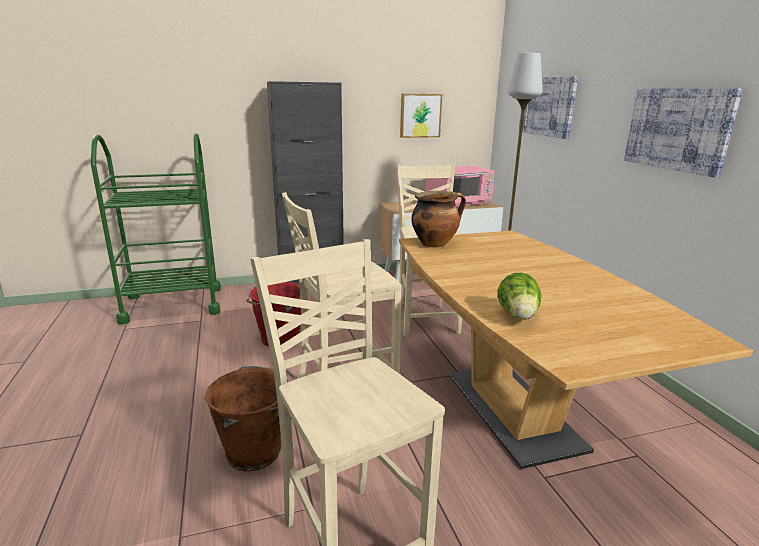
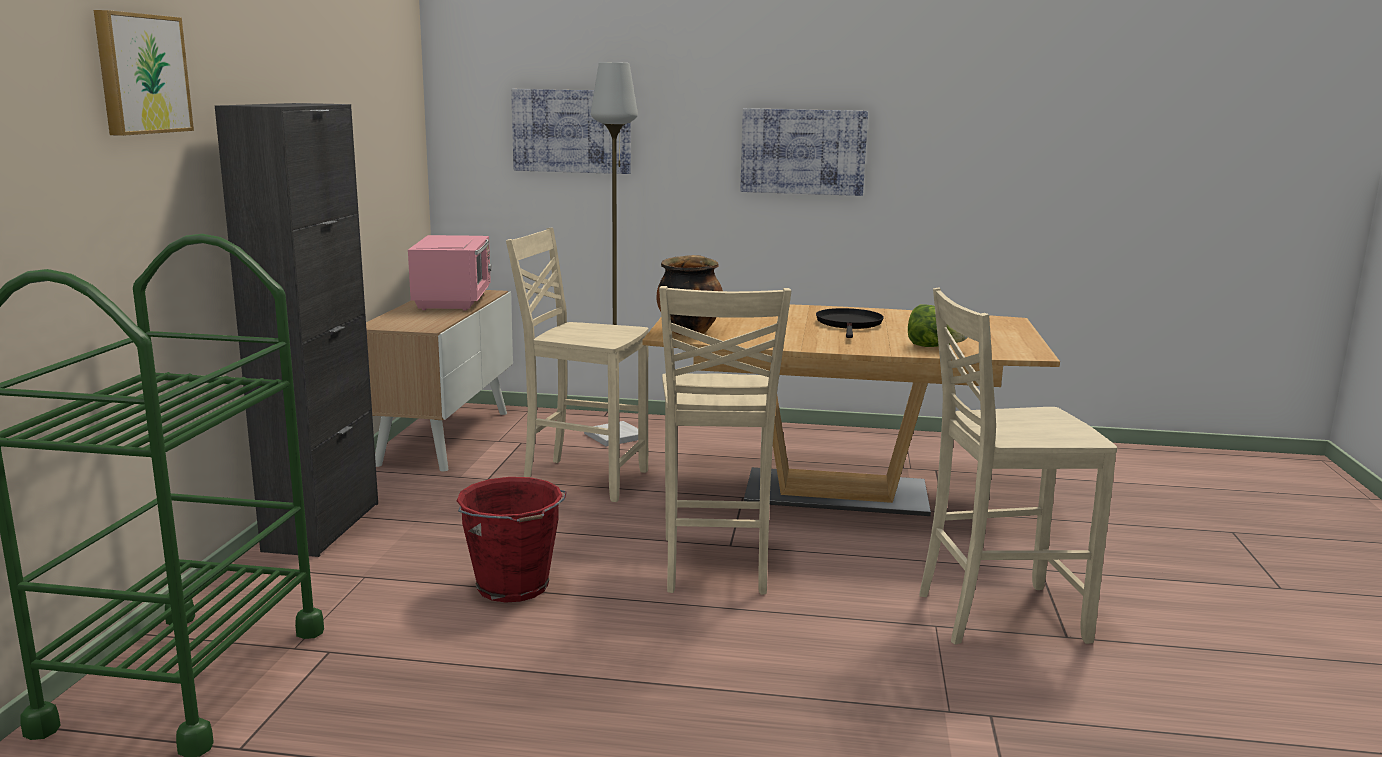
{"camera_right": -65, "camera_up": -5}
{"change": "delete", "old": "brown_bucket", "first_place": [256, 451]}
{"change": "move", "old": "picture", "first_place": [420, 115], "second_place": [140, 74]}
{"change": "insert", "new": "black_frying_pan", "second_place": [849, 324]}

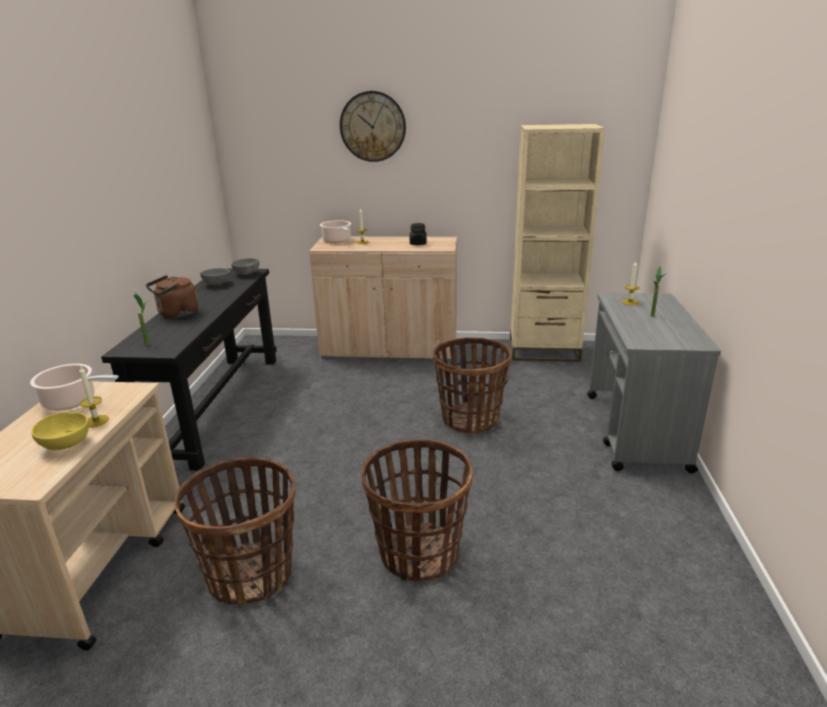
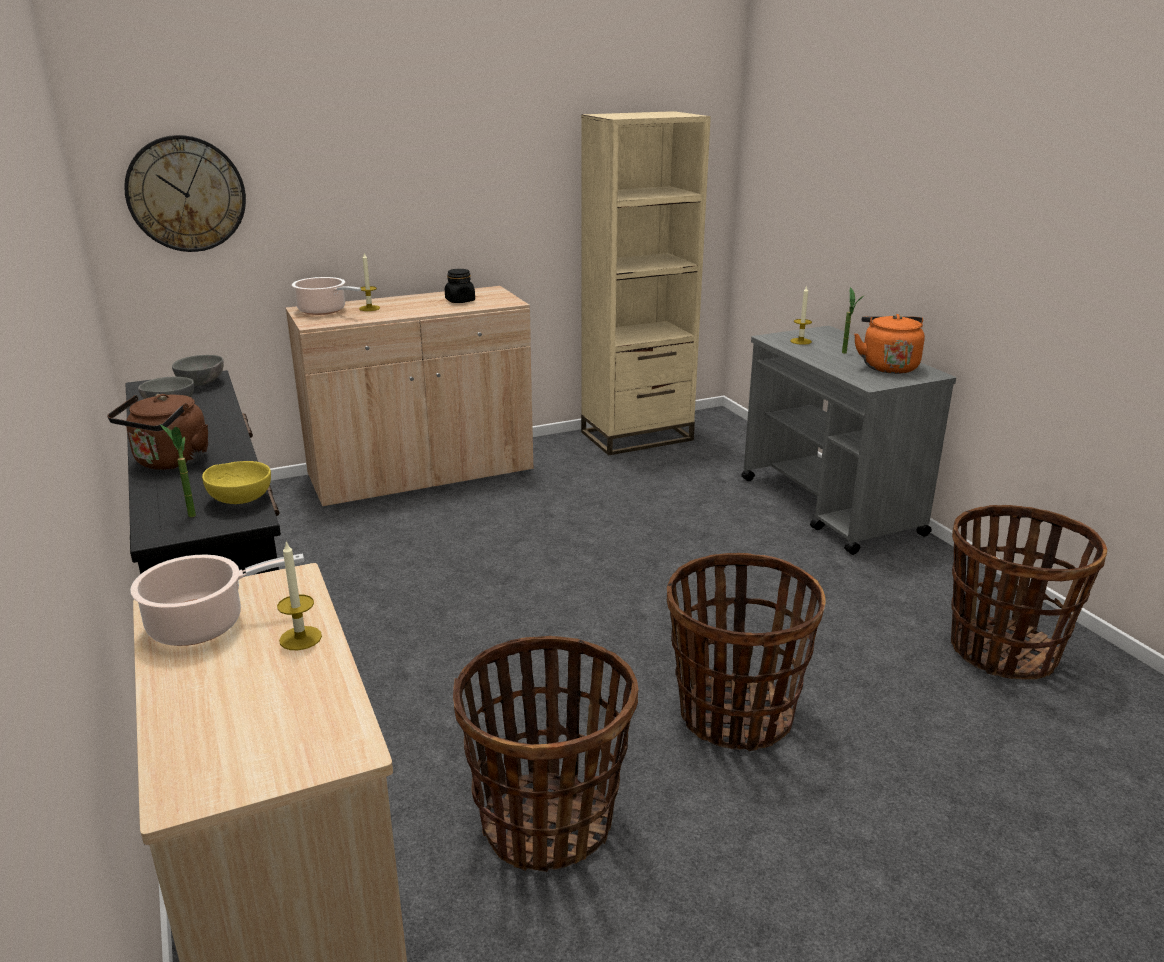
{"camera_right": -30, "camera_up": 0}
{"change": "move", "old": "yellow_bowl", "first_place": [66, 443], "second_place": [240, 499]}
{"change": "move", "old": "wall_clock", "first_place": [373, 126], "second_place": [186, 194]}
{"change": "move", "old": "basket", "first_place": [470, 419], "second_place": [1001, 651]}
{"change": "insert", "new": "orange_kettle", "second_place": [887, 366]}

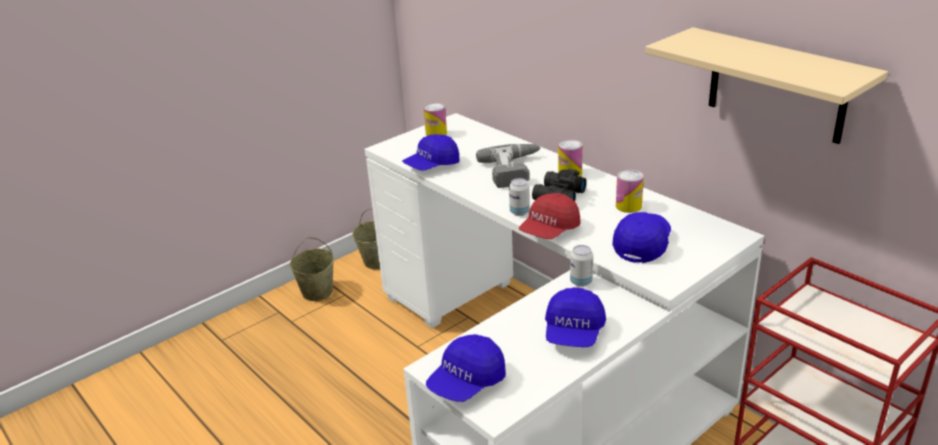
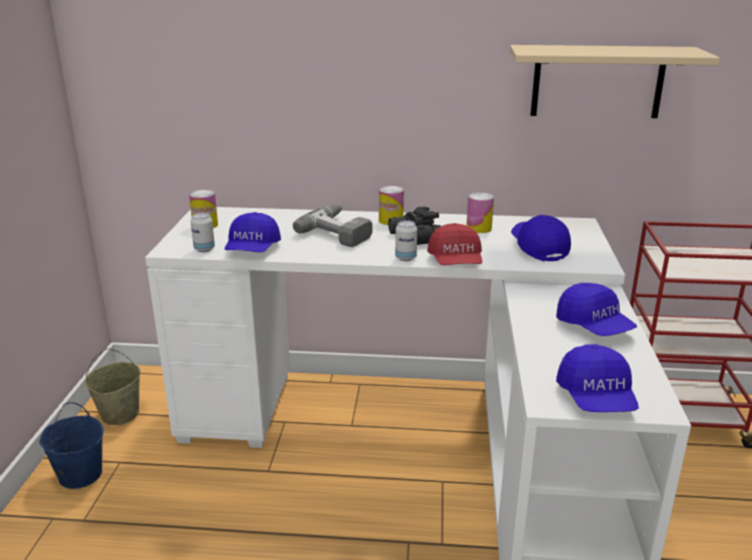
{"camera_right": -45, "camera_up": -5}
{"change": "recolor", "old": "beige_bucket", "new": "blue_bucket", "first_place": [317, 292], "second_place": [79, 474]}
{"change": "move", "old": "can", "first_place": [581, 282], "second_place": [204, 249]}

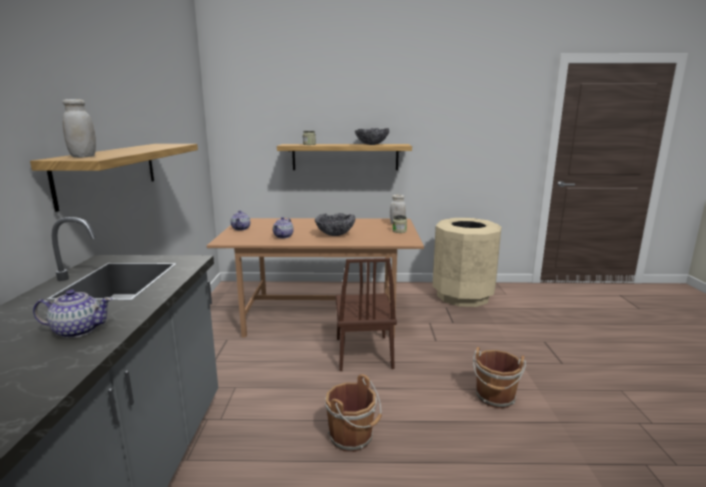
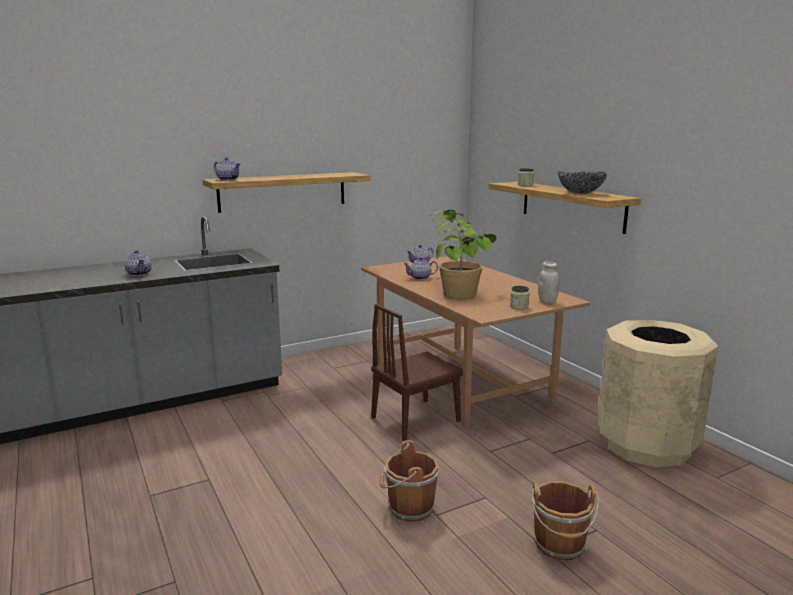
{"camera_right": 60, "camera_up": 0}
{"change": "replace", "old": "white_jar", "new": "teapot", "first_place": [83, 157], "second_place": [228, 179]}
{"change": "replace", "old": "bowl", "new": "potted_plant", "first_place": [335, 235], "second_place": [456, 289]}
{"change": "move", "old": "brown_bucket", "first_place": [353, 437], "second_place": [560, 546]}

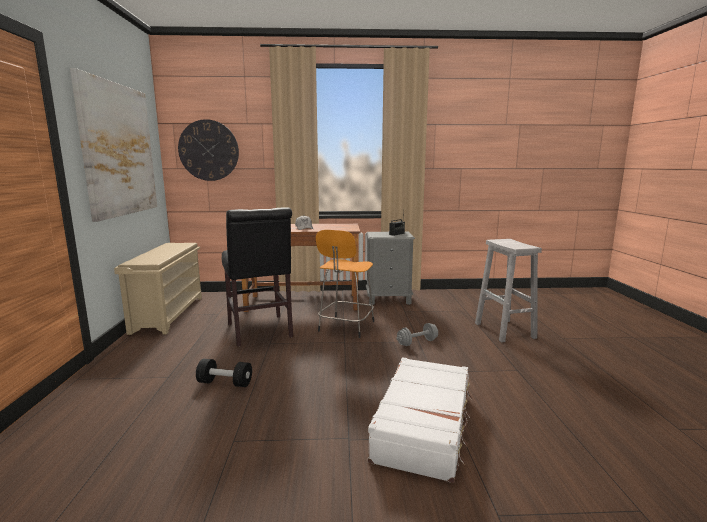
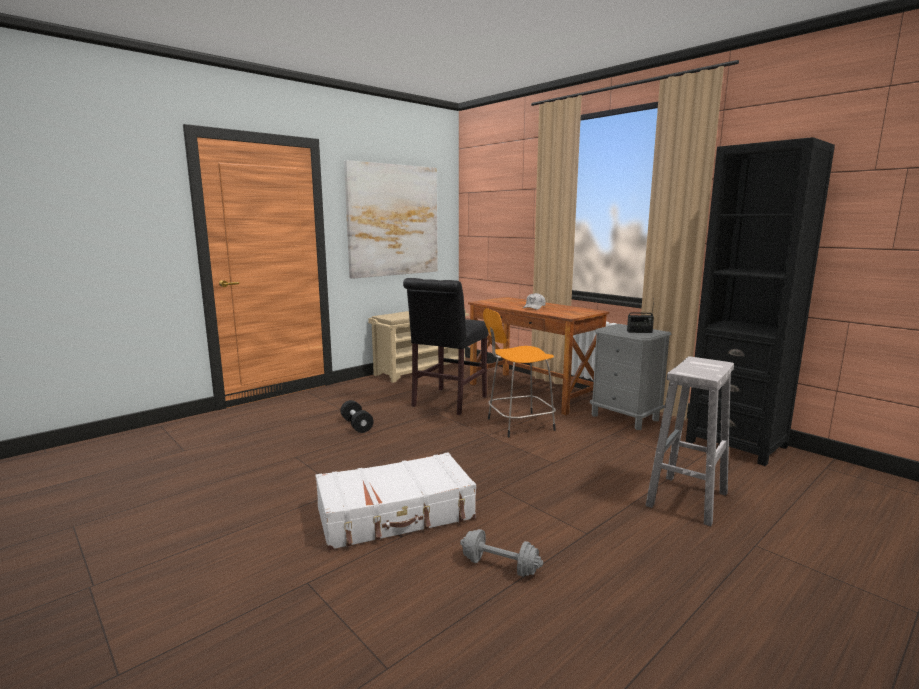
{"camera_right": 50, "camera_up": 0}
{"change": "delete", "old": "wall_clock", "first_place": [208, 150]}
{"change": "move", "old": "grey_dumbbell", "first_place": [417, 342], "second_place": [500, 566]}
{"change": "insert", "new": "black_bookcase", "second_place": [736, 444]}

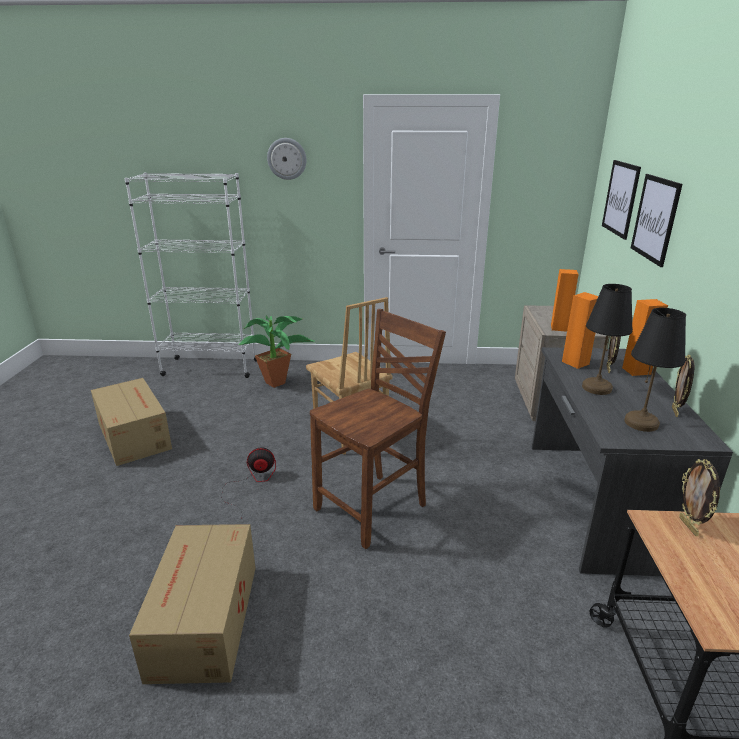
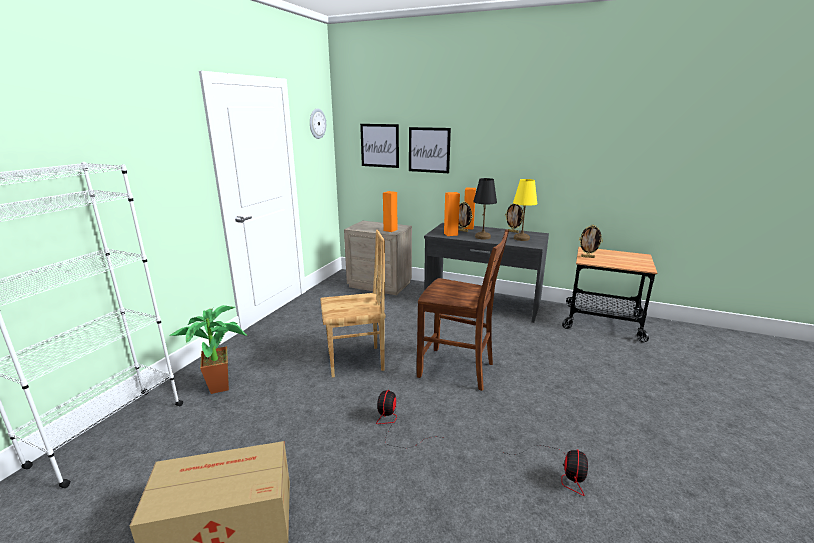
{"camera_right": -70, "camera_up": -5}
{"change": "replace", "old": "cardboard_box", "new": "fan", "first_place": [203, 621], "second_place": [560, 471]}
{"change": "move", "old": "wall_clock", "first_place": [287, 159], "second_place": [317, 123]}
{"change": "rotate", "old": "brown_chair", "first_place": [374, 508], "second_place": [457, 370], "degrees": 135}
{"change": "recolor", "old": "black_table_lamp", "new": "yellow_table_lamp", "first_place": [642, 423], "second_place": [521, 238]}

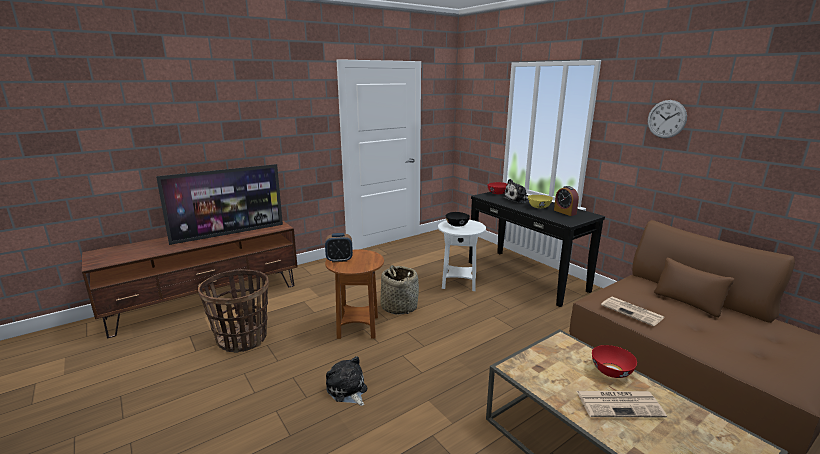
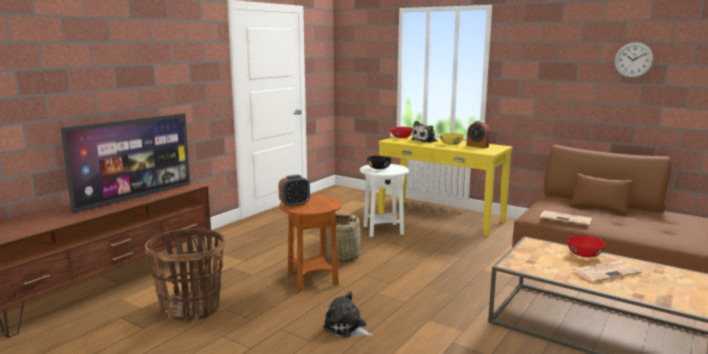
{"camera_right": -20, "camera_up": -5}
{"change": "recolor", "old": "black_console_table", "new": "yellow_console_table", "first_place": [526, 276], "second_place": [440, 217]}
{"change": "move", "old": "wall_clock", "first_place": [666, 119], "second_place": [633, 60]}

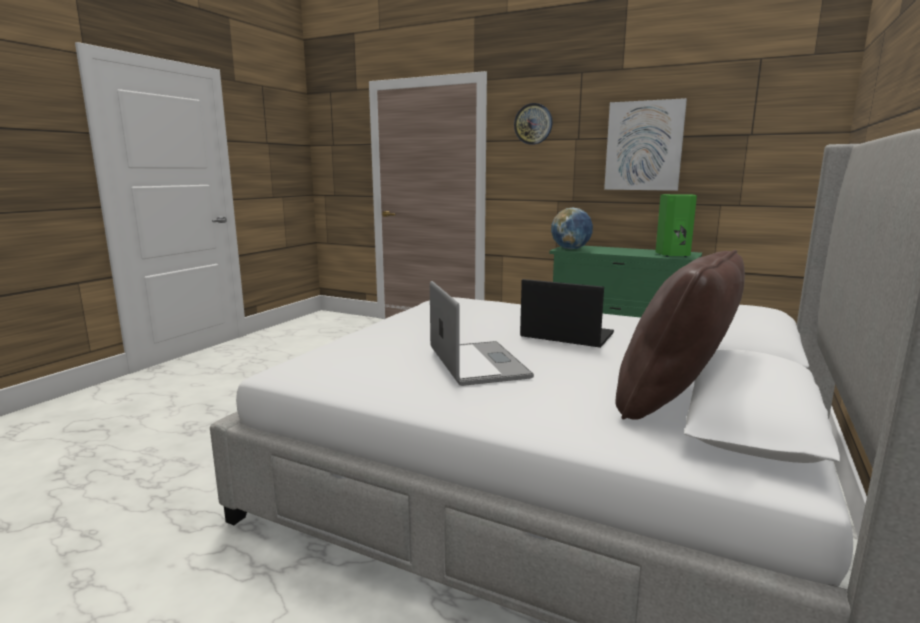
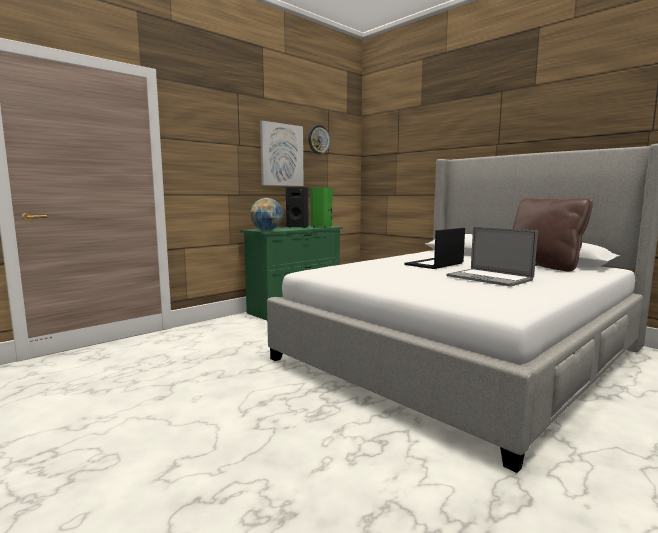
{"camera_right": -70, "camera_up": -5}
{"change": "rotate", "old": "laptop", "first_place": [478, 363], "second_place": [489, 278], "degrees": -135}
{"change": "move", "old": "wall_clock", "first_place": [533, 124], "second_place": [318, 140]}
{"change": "insert", "new": "black_speaker", "second_place": [298, 227]}

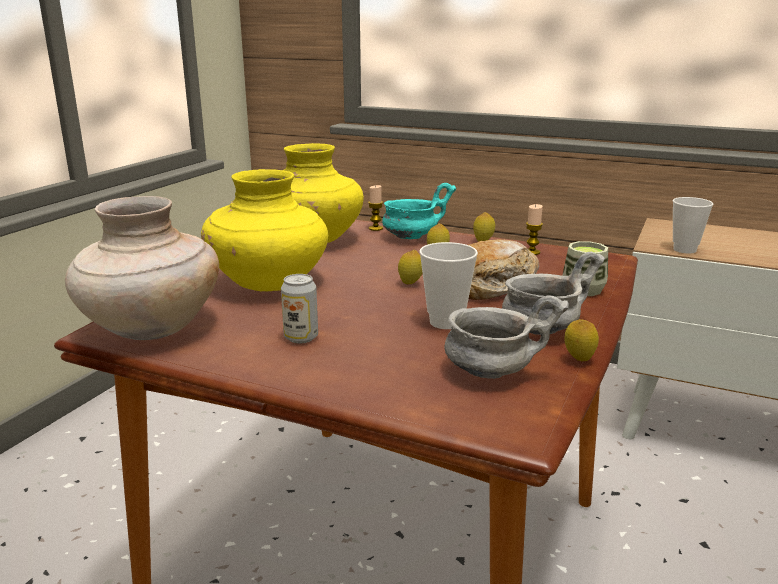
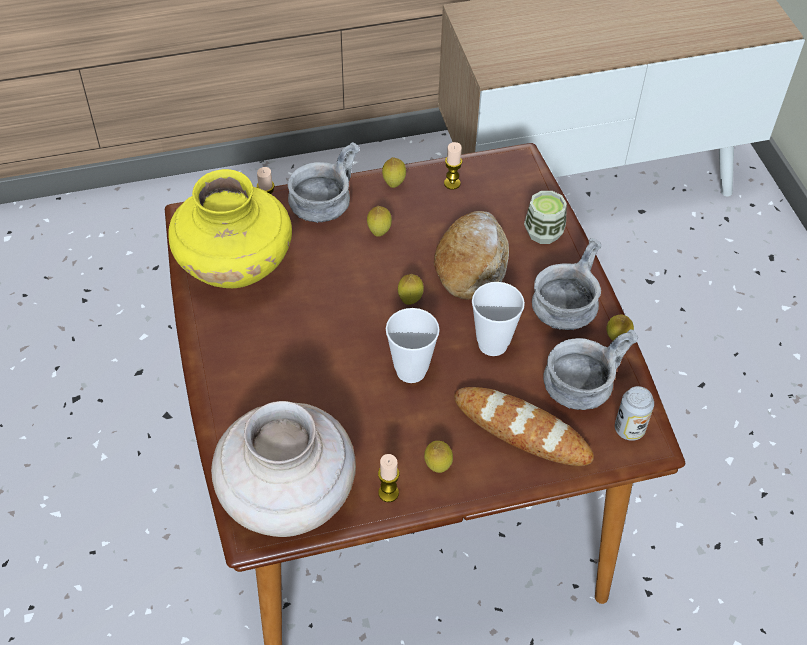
{"camera_right": -40, "camera_up": 30}
{"change": "delete", "old": "yellow_vase", "first_place": [270, 284]}
{"change": "move", "old": "can", "first_place": [301, 337], "second_place": [629, 429]}
{"change": "recolor", "old": "turquoise_bowl", "new": "grey_bowl", "first_place": [411, 237], "second_place": [321, 208]}
{"change": "move", "old": "cup", "first_place": [684, 250], "second_place": [411, 370]}
{"change": "insert", "new": "candle", "second_place": [388, 493]}
{"change": "insert", "new": "lemon", "second_place": [437, 467]}
{"change": "insert", "new": "bread", "second_place": [521, 430]}

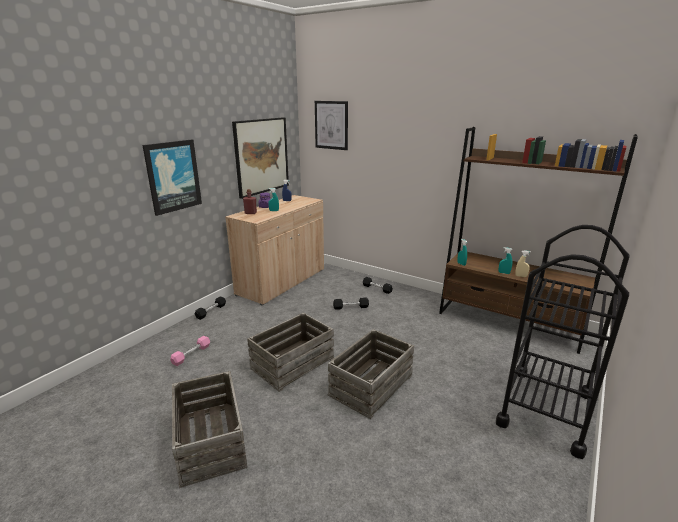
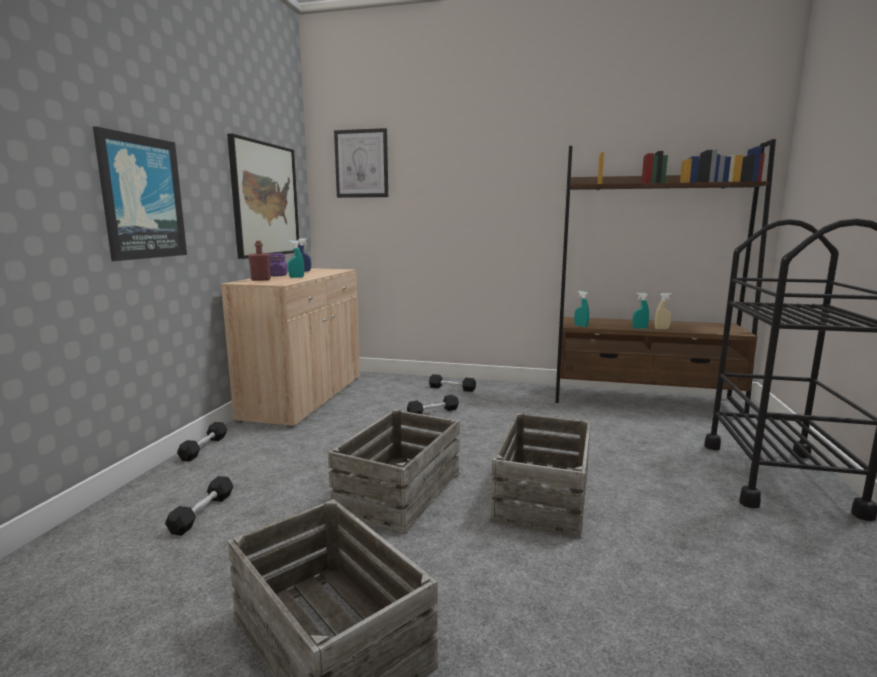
{"camera_right": -20, "camera_up": -10}
{"change": "recolor", "old": "pink_dumbbell", "new": "black_dumbbell", "first_place": [191, 355], "second_place": [202, 513]}

